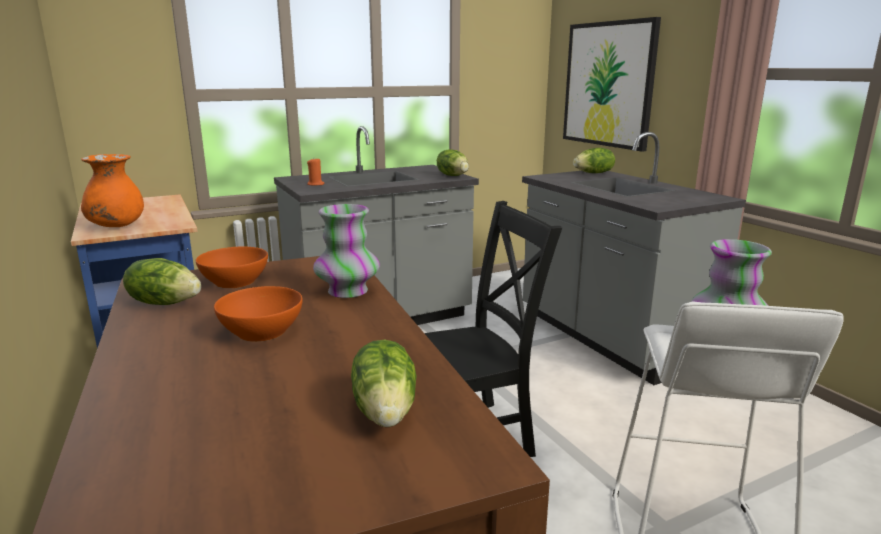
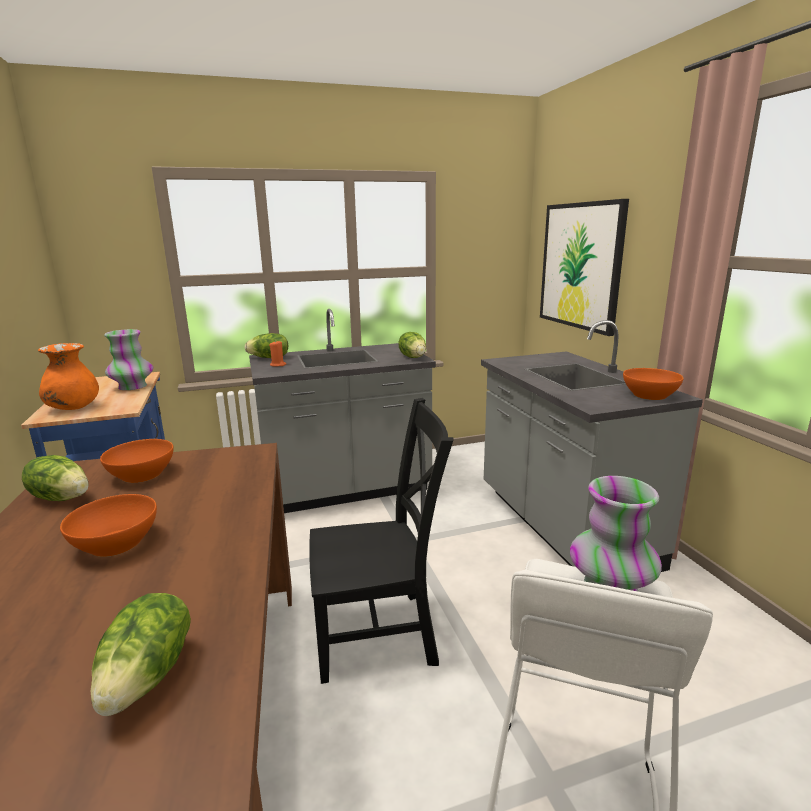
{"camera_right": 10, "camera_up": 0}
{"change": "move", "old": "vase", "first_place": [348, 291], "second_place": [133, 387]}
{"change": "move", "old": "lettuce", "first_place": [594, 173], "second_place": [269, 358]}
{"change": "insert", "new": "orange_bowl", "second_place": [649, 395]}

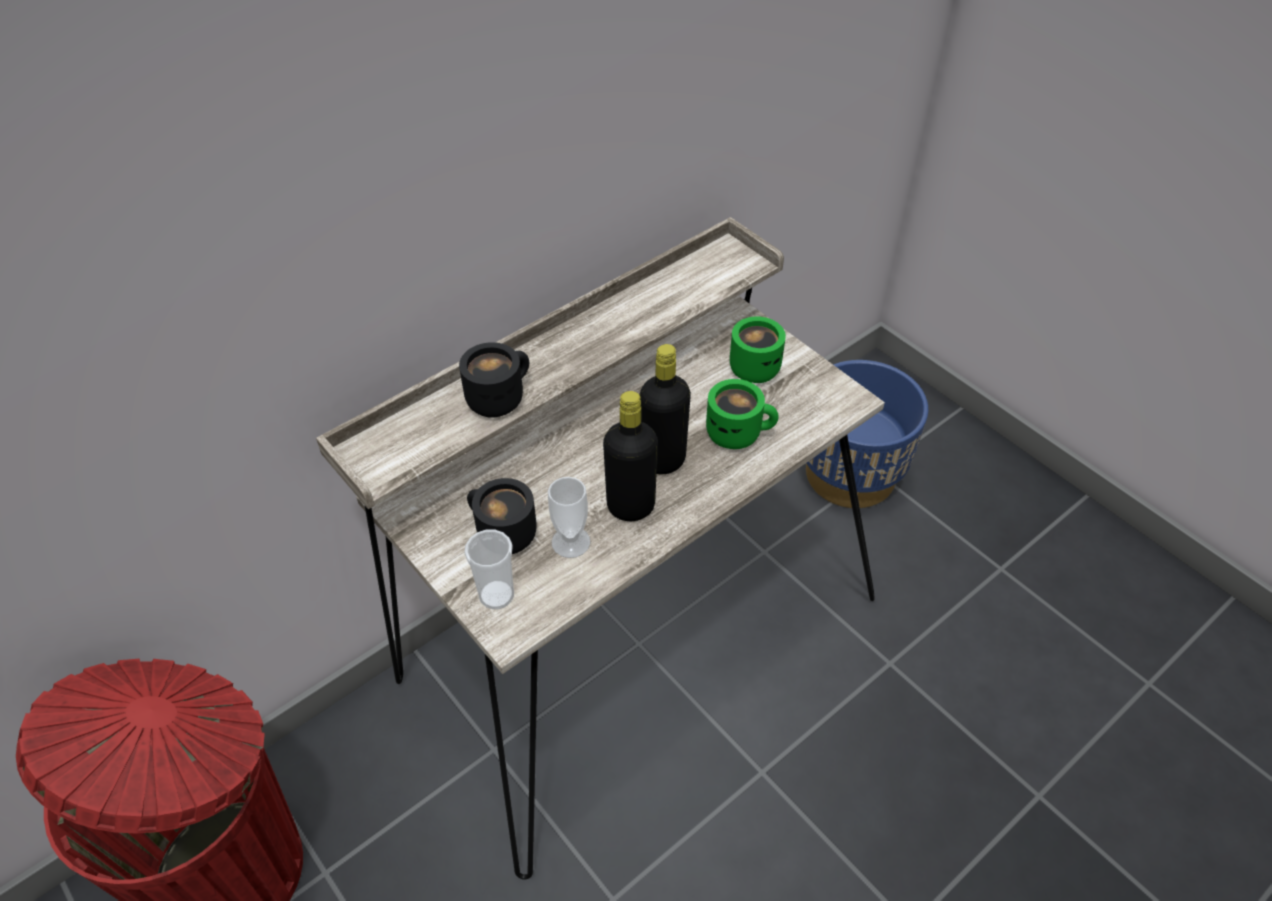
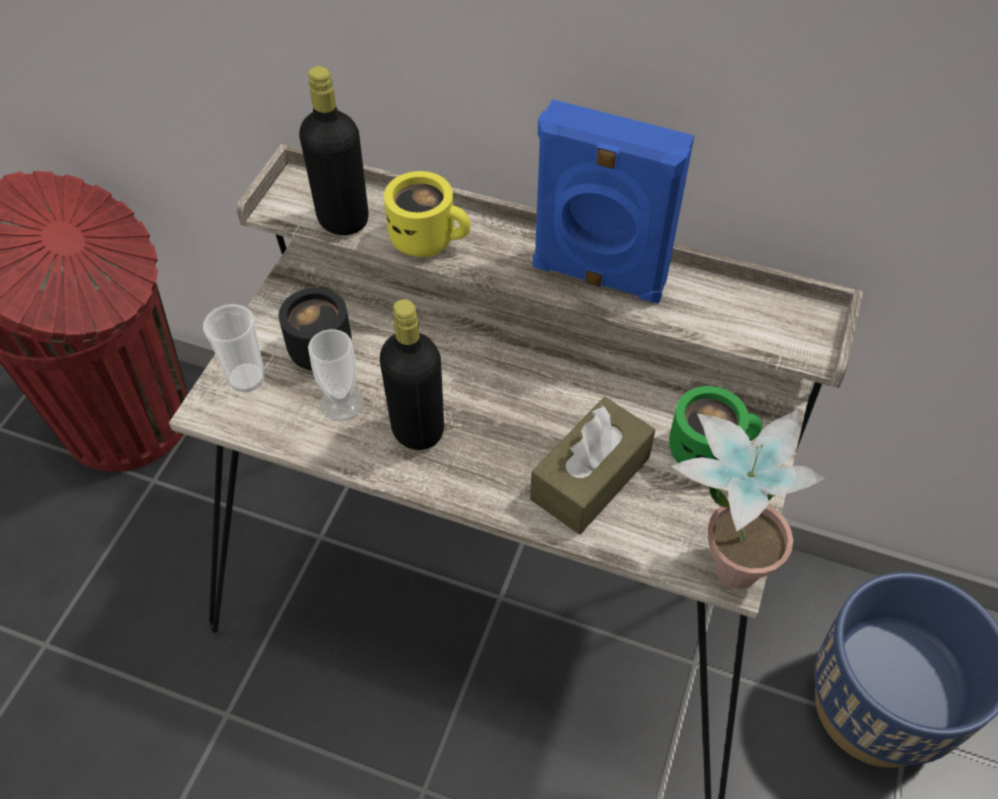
{"camera_right": 60, "camera_up": 5}
{"change": "recolor", "old": "black_mug", "new": "yellow_mug", "first_place": [497, 396], "second_place": [429, 238]}
{"change": "move", "old": "black_bottle", "first_place": [663, 460], "second_place": [343, 220]}
{"change": "replace", "old": "green_mug", "new": "brown_tissue_box", "first_place": [738, 432], "second_place": [590, 478]}
{"change": "insert", "new": "blue_speaker", "second_place": [598, 278]}
{"change": "insert", "new": "potted_plant", "second_place": [720, 559]}

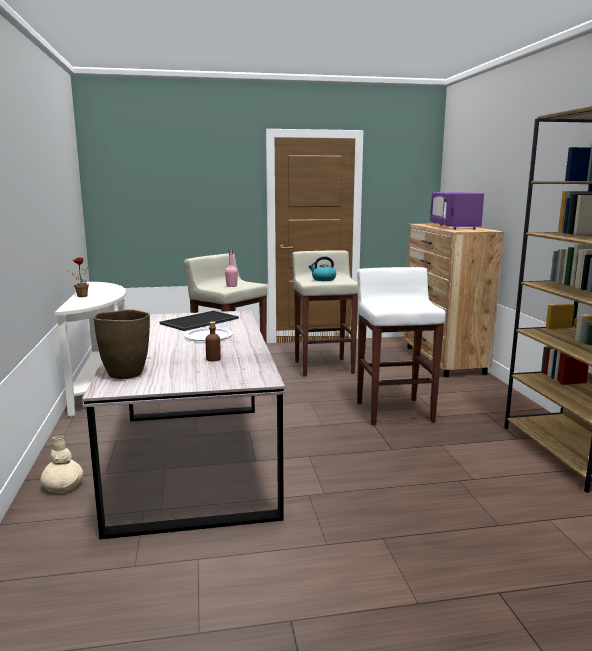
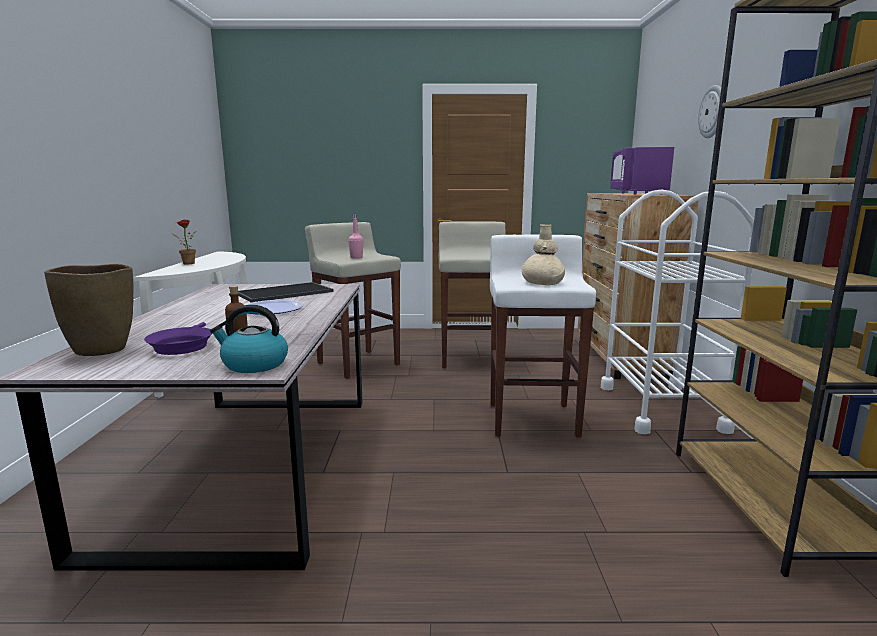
{"camera_right": 10, "camera_up": 0}
{"change": "move", "old": "beige_vase", "first_place": [63, 486], "second_place": [542, 283]}
{"change": "move", "old": "kettle", "first_place": [323, 279], "second_place": [254, 364]}
{"change": "insert", "new": "purple_frying_pan", "second_place": [182, 346]}
{"change": "insert", "new": "white_cart", "second_place": [660, 407]}
{"change": "insert", "new": "wall_clock", "second_place": [713, 112]}

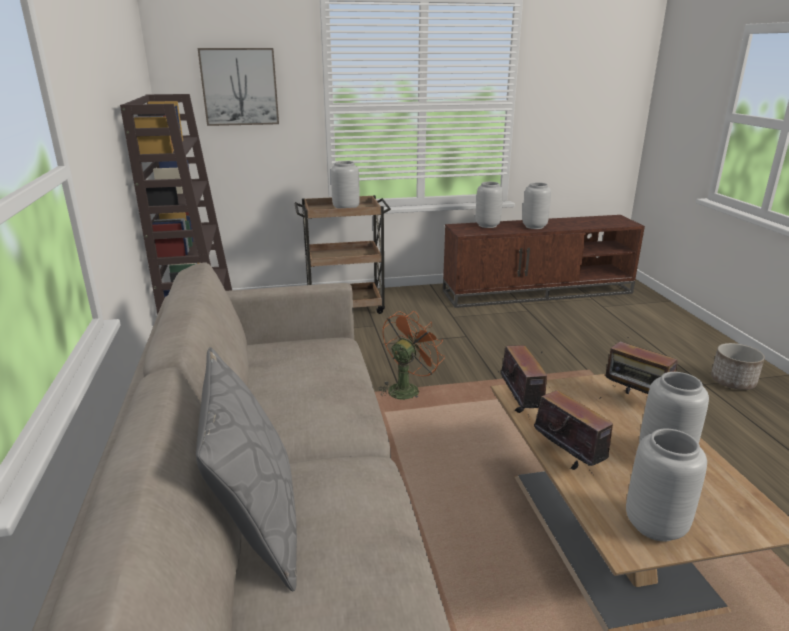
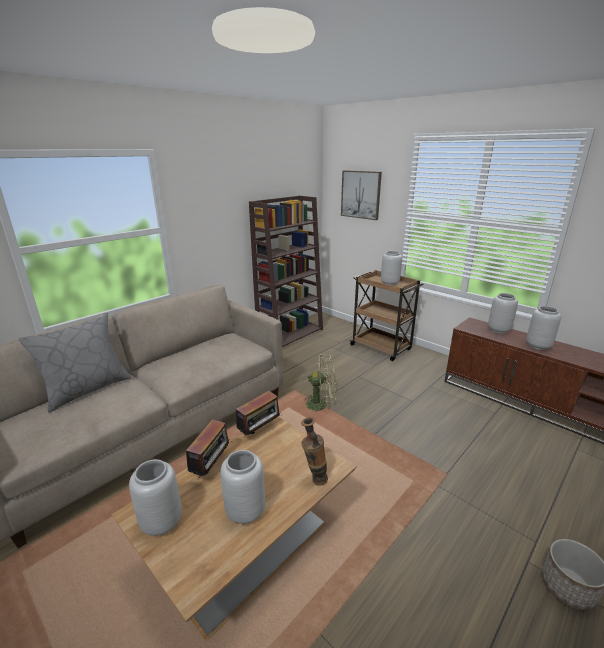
{"camera_right": 55, "camera_up": 0}
{"change": "recolor", "old": "orange_fan", "new": "green_fan", "first_place": [407, 388], "second_place": [321, 405]}
{"change": "replace", "old": "radio", "new": "vase", "first_place": [635, 400], "second_place": [314, 479]}

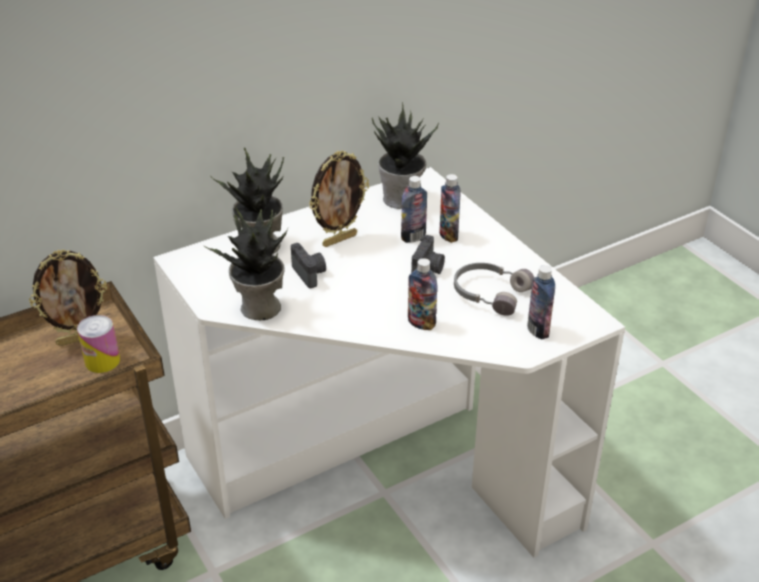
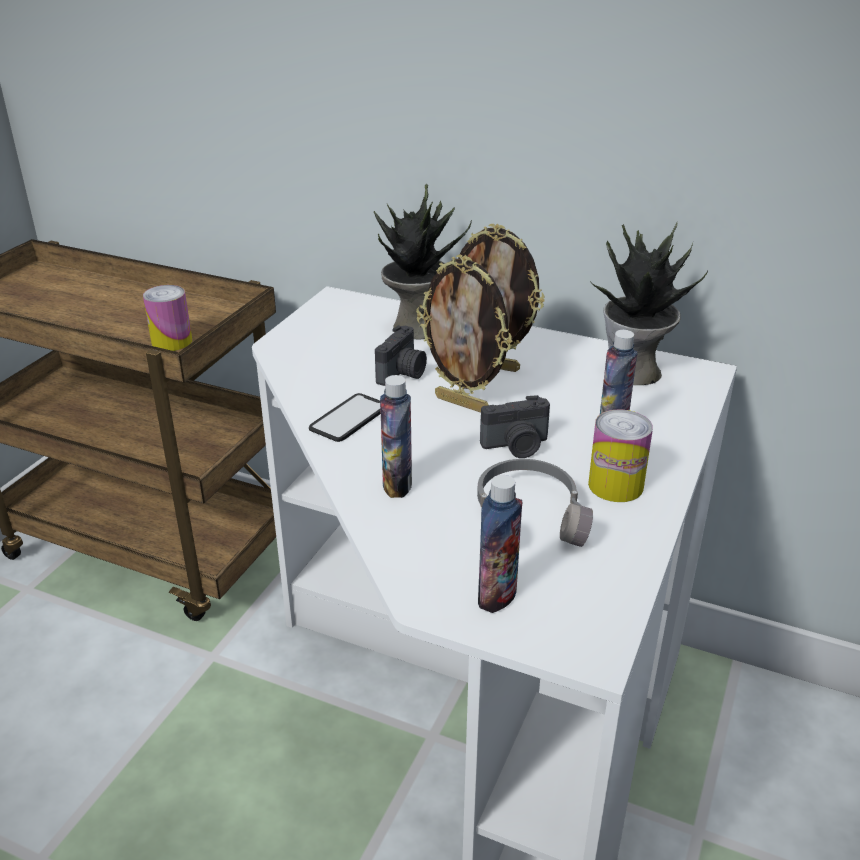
{"camera_right": 55, "camera_up": -5}
{"change": "move", "old": "picture_frame", "first_place": [79, 339], "second_place": [463, 404]}
{"change": "delete", "old": "potted_plant", "first_place": [259, 308]}
{"change": "delete", "old": "bottle", "first_place": [413, 237]}
{"change": "insert", "new": "phone", "second_place": [349, 418]}
{"change": "insert", "new": "can", "second_place": [615, 485]}

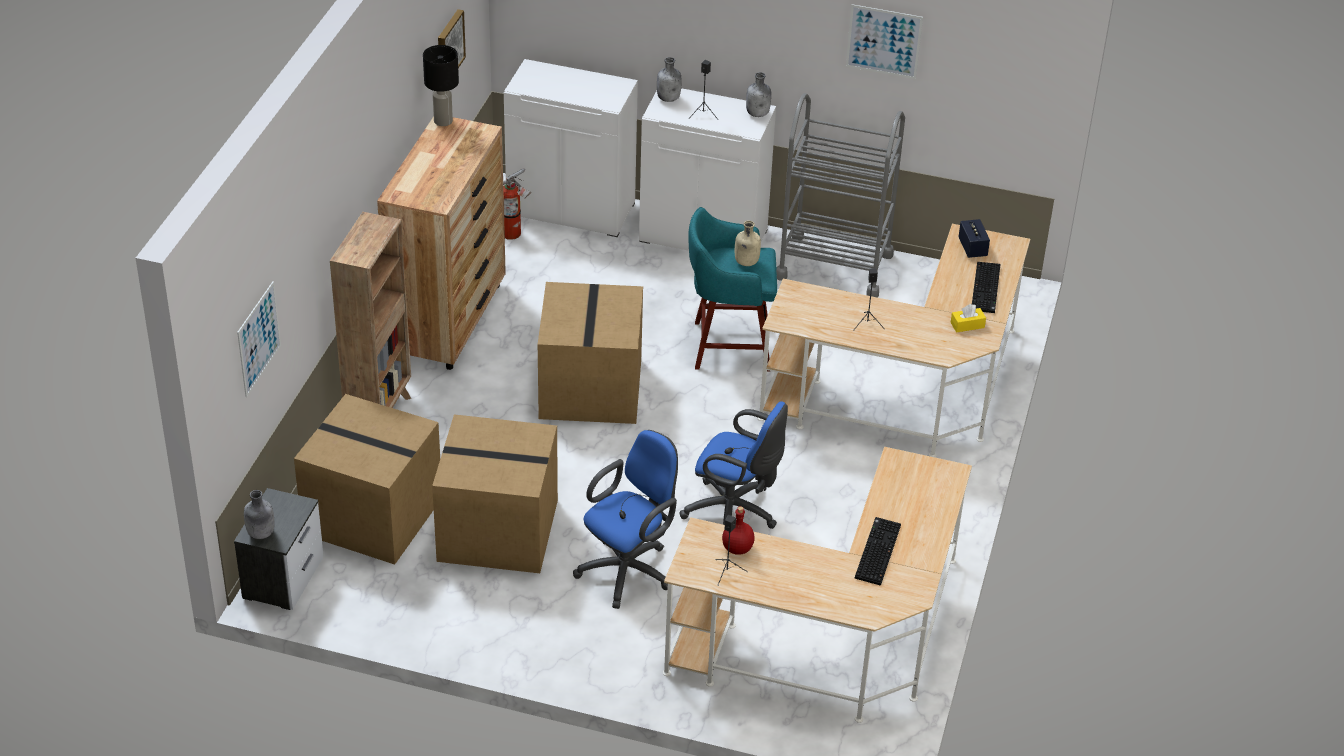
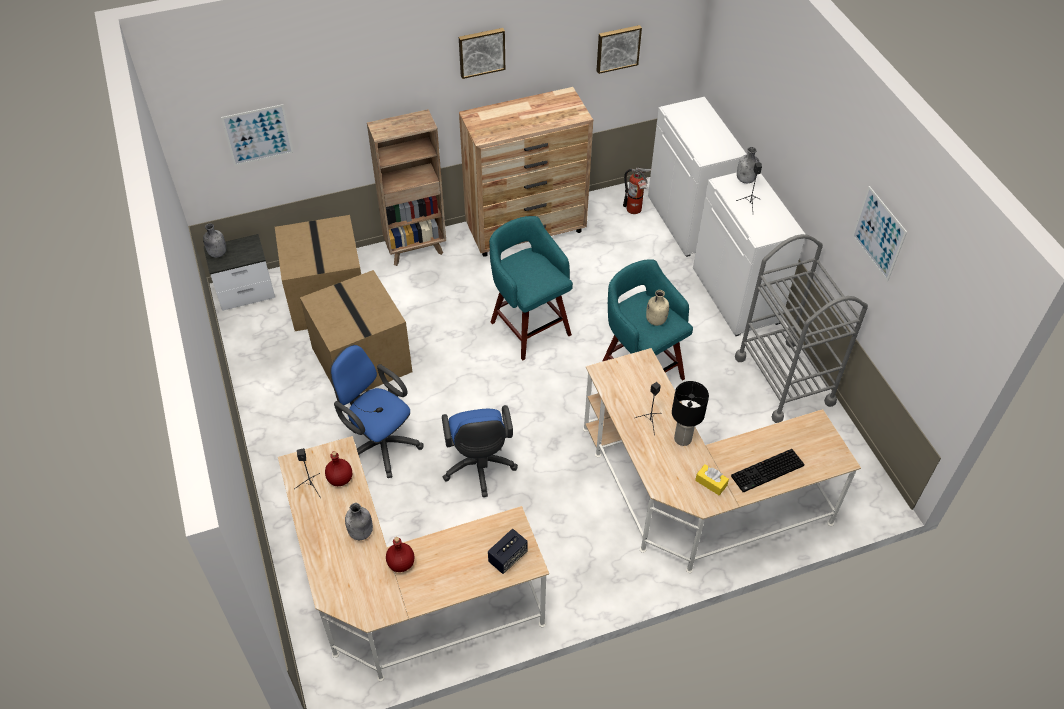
{"camera_right": 55, "camera_up": 10}
{"change": "move", "old": "black_table_lamp", "first_place": [443, 121], "second_place": [683, 439]}
{"change": "replace", "old": "cardboard_box", "new": "turquoise_stool", "first_place": [589, 388], "second_place": [529, 326]}
{"change": "rotate", "old": "blue_office_chair", "first_place": [629, 569], "second_place": [380, 443], "degrees": -150}
{"change": "move", "old": "grey_bottle", "first_place": [758, 114], "second_place": [361, 533]}
{"change": "replace", "old": "keyboard", "new": "red_bottle", "first_place": [876, 551], "second_place": [401, 563]}
{"change": "move", "old": "speaker", "first_place": [972, 248], "second_place": [508, 557]}
{"change": "insert", "new": "picture", "second_place": [481, 52]}

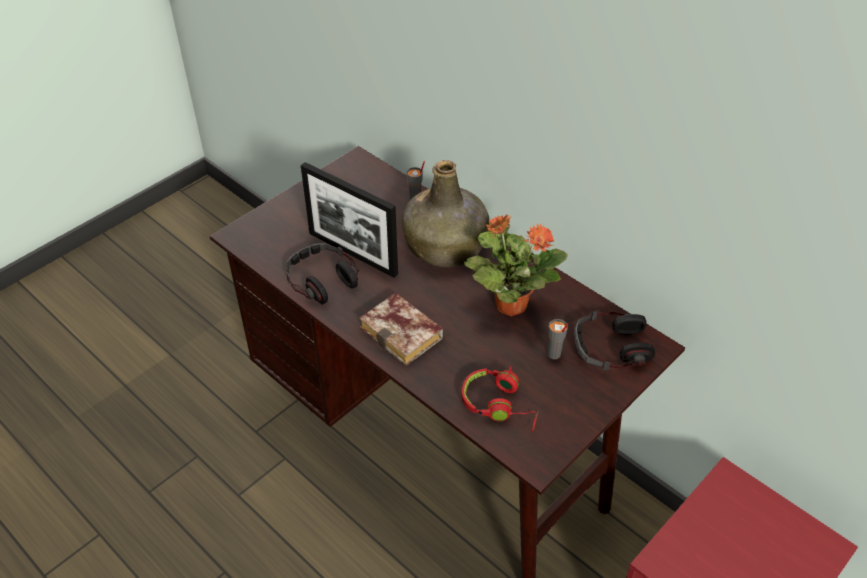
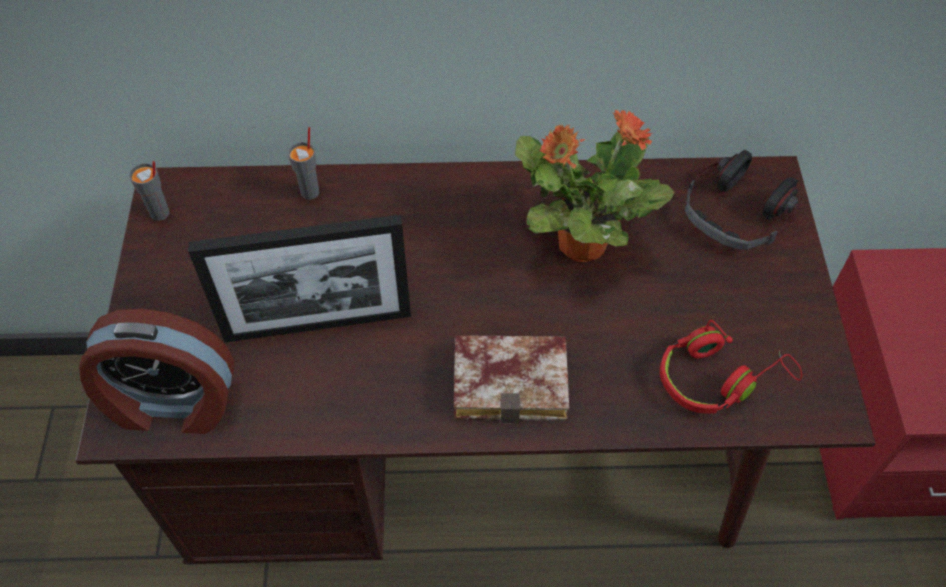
{"camera_right": -45, "camera_up": 10}
{"change": "delete", "old": "headphones", "first_place": [321, 280]}
{"change": "delete", "old": "green_bottle", "first_place": [446, 246]}
{"change": "move", "old": "grey_cup", "first_place": [554, 354], "second_place": [160, 213]}
{"change": "insert", "new": "alarm_clock", "second_place": [171, 404]}

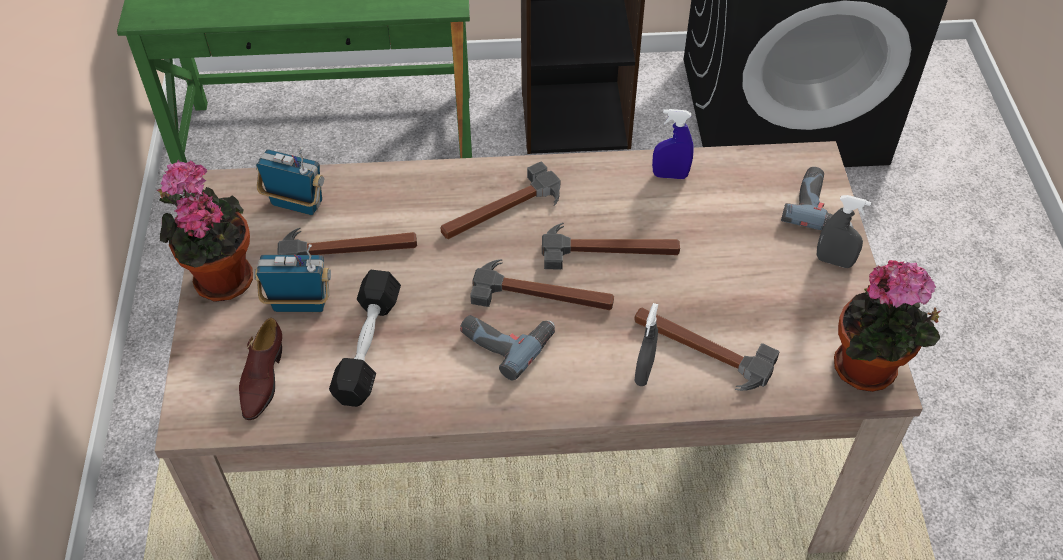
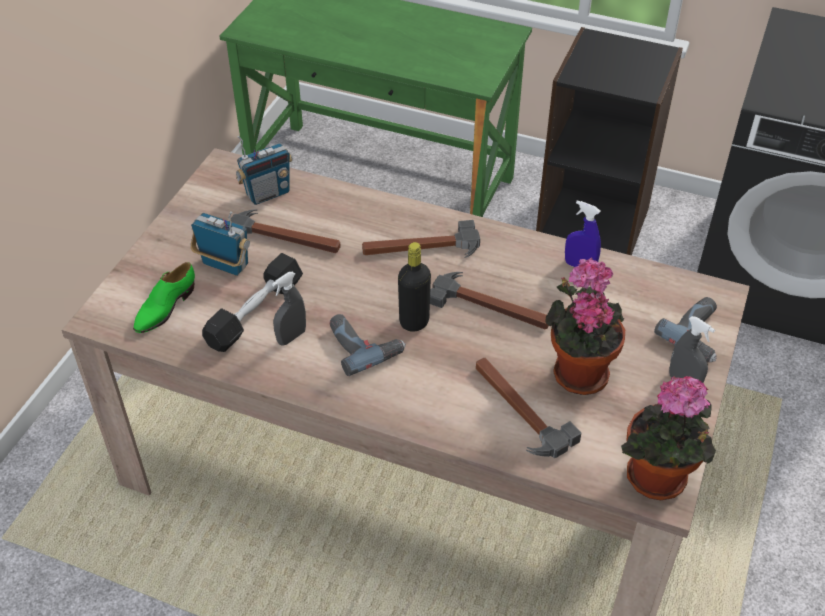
{"camera_right": 25, "camera_up": -5}
{"change": "move", "old": "potted_plant", "first_place": [219, 277], "second_place": [577, 371]}
{"change": "recolor", "old": "brown_shoe", "new": "green_shoe", "first_place": [262, 379], "second_place": [165, 308]}
{"change": "rotate", "old": "radio", "first_place": [296, 204], "second_place": [267, 193], "degrees": 105}
{"change": "replace", "old": "hammer", "new": "black_bottle", "first_place": [543, 294], "second_place": [414, 321]}
{"change": "move", "old": "grey_spray_bottle", "first_place": [644, 372], "second_place": [291, 337]}

